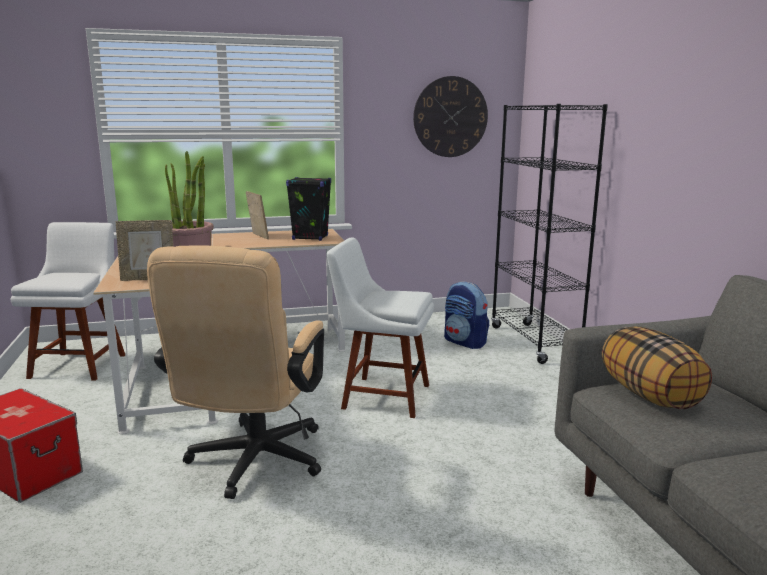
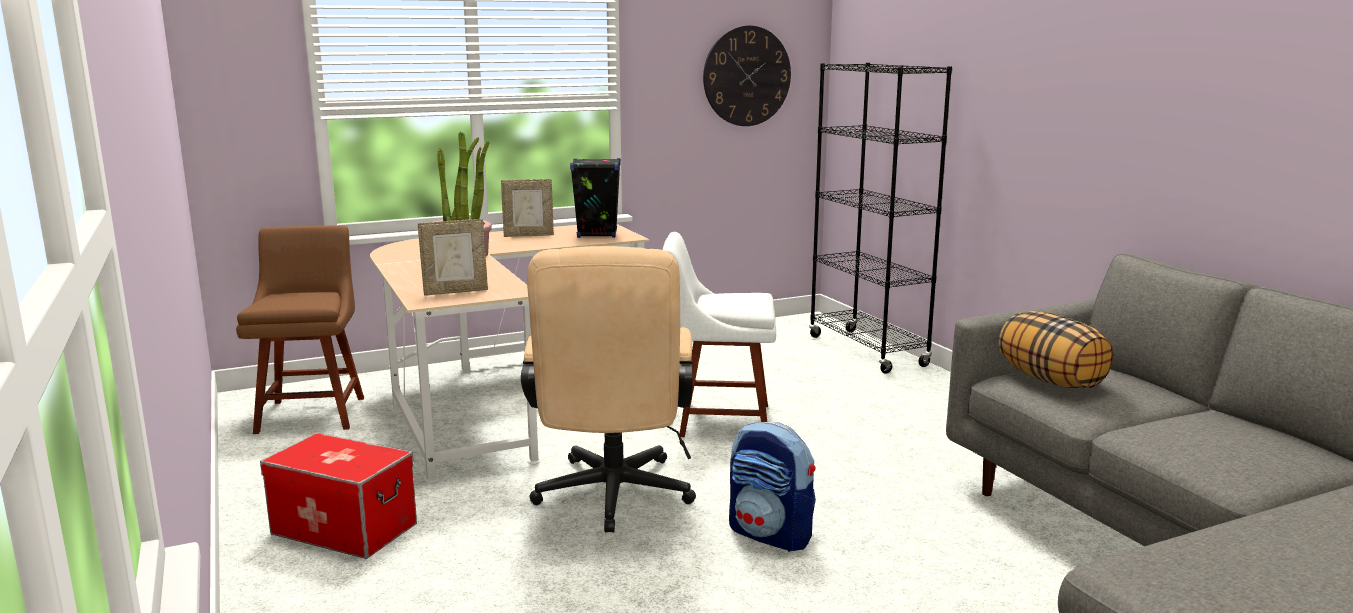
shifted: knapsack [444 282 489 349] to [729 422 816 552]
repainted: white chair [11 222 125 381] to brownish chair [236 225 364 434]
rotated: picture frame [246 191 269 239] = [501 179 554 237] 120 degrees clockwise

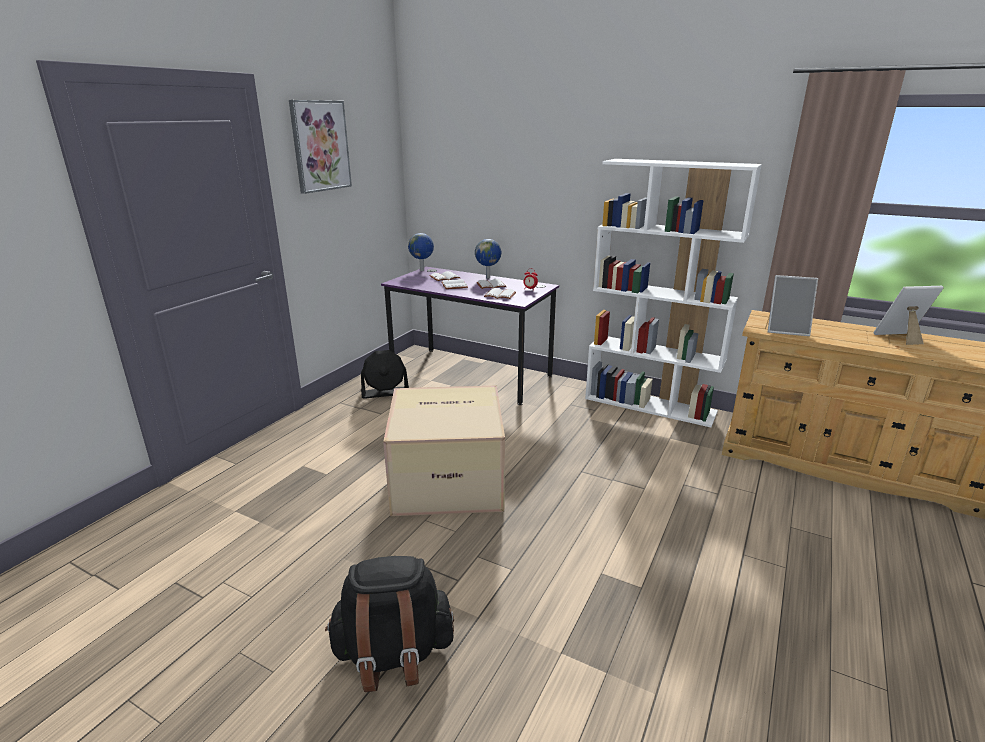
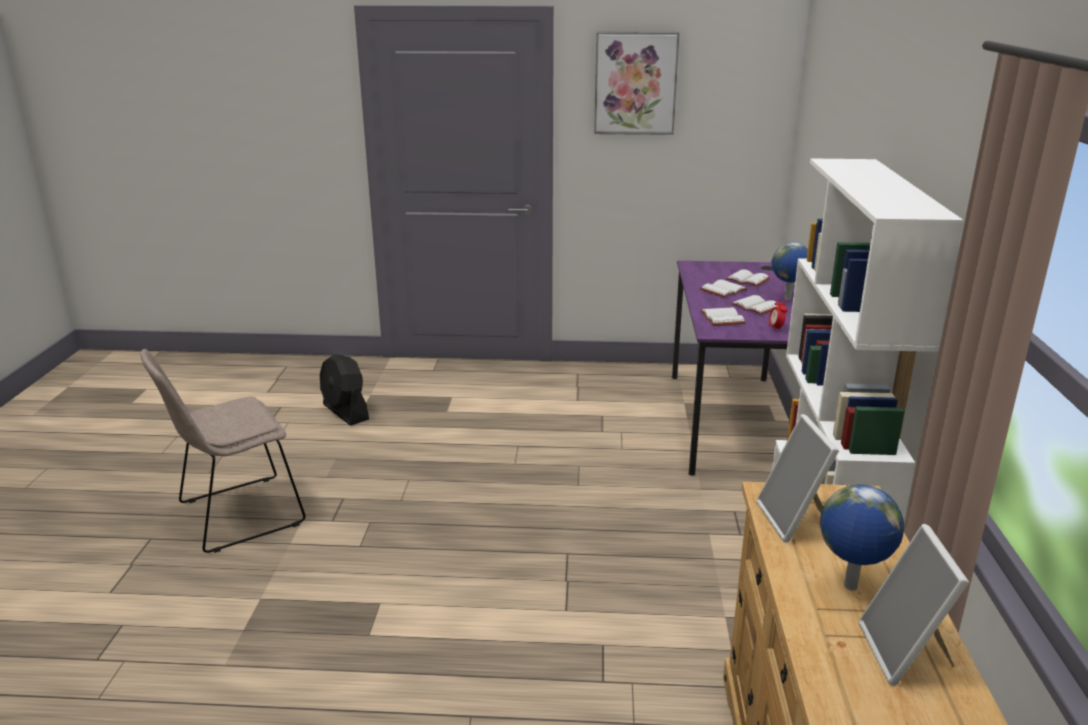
gone: packing box [383 385 505 516]
shifted: black-coloured cooling fan [361 350 409 399] to [320 354 369 426]; desk globe [408 233 434 271] to [820 484 904 591]
swapped: black-coloured knapsack [325 556 454 692] to beige-coloured chair [141 349 305 553]
rotated: picture frame [874 286 944 345] = [858 524 969 686] 150 degrees counterclockwise

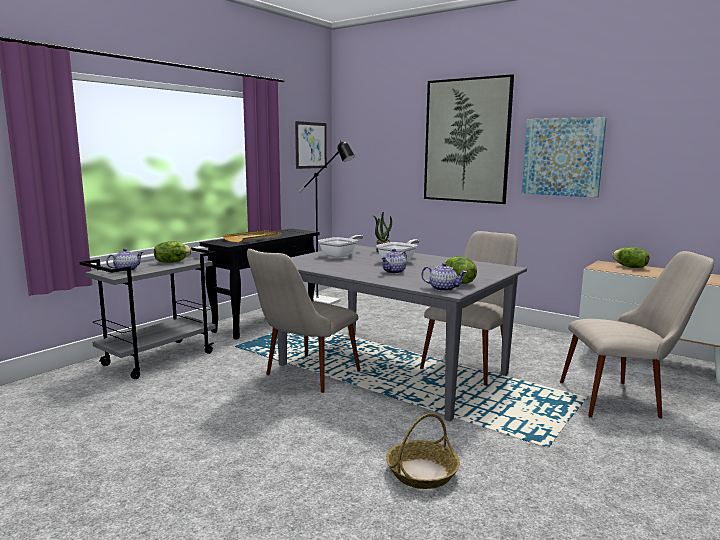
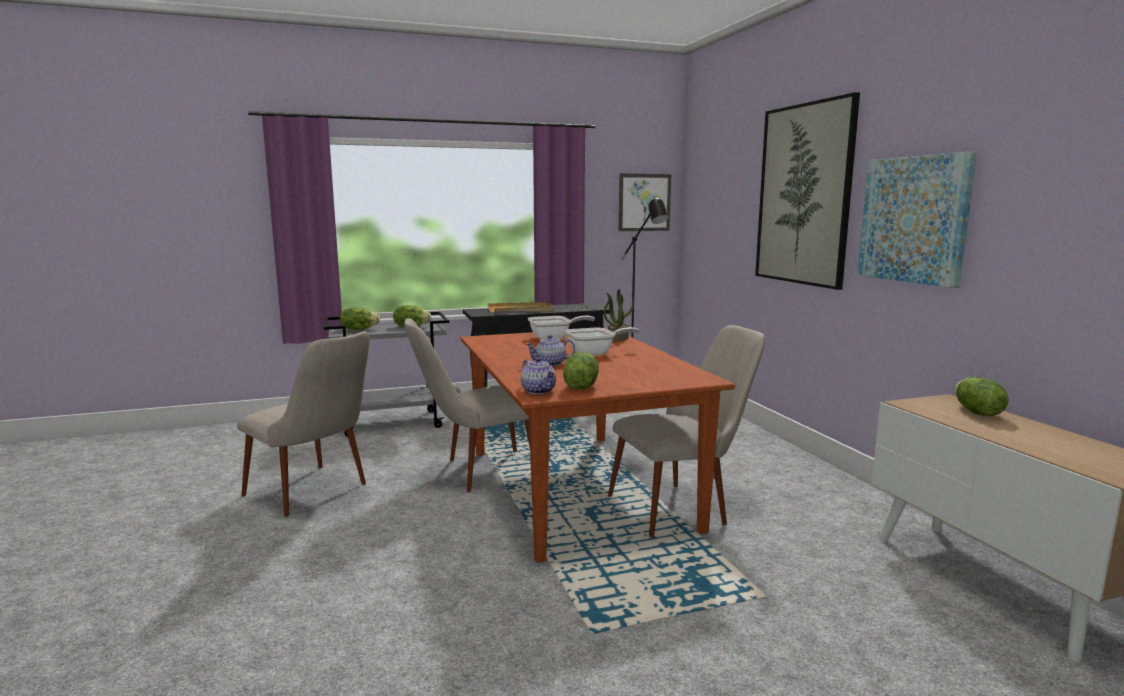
gone: household basket [386 413 460 489]
shifted: beige-coloured chair [560 251 714 418] to [237 331 370 517]
swapped: tea pot [106 248 143 272] to lettuce head [340 307 380 330]
repainted: grey kitchen table [277 245 527 421] to brownish kitchen table [461 328 735 563]

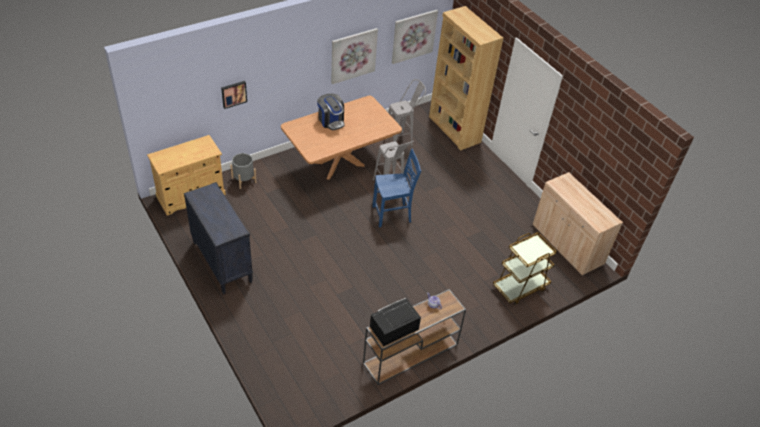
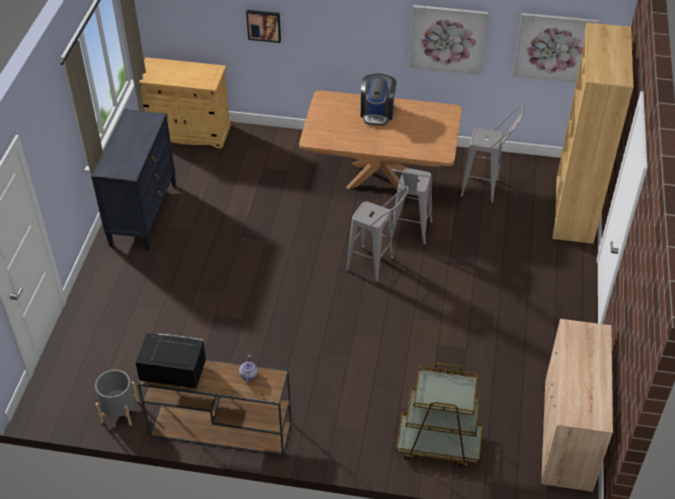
shifted: grey flower pot [230 153 256 189] to [95 370 139 426]
swapped: blue chair [372 149 421 227] to grey stool seat [346 186 409 283]

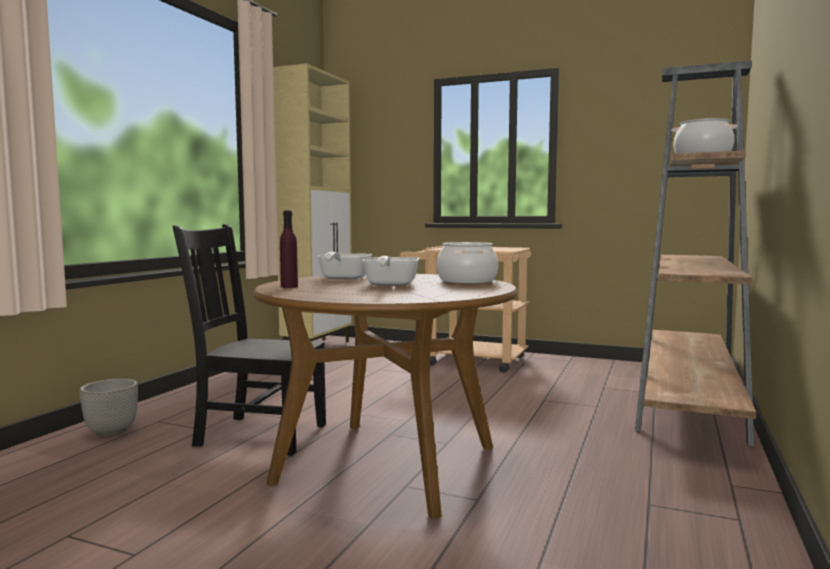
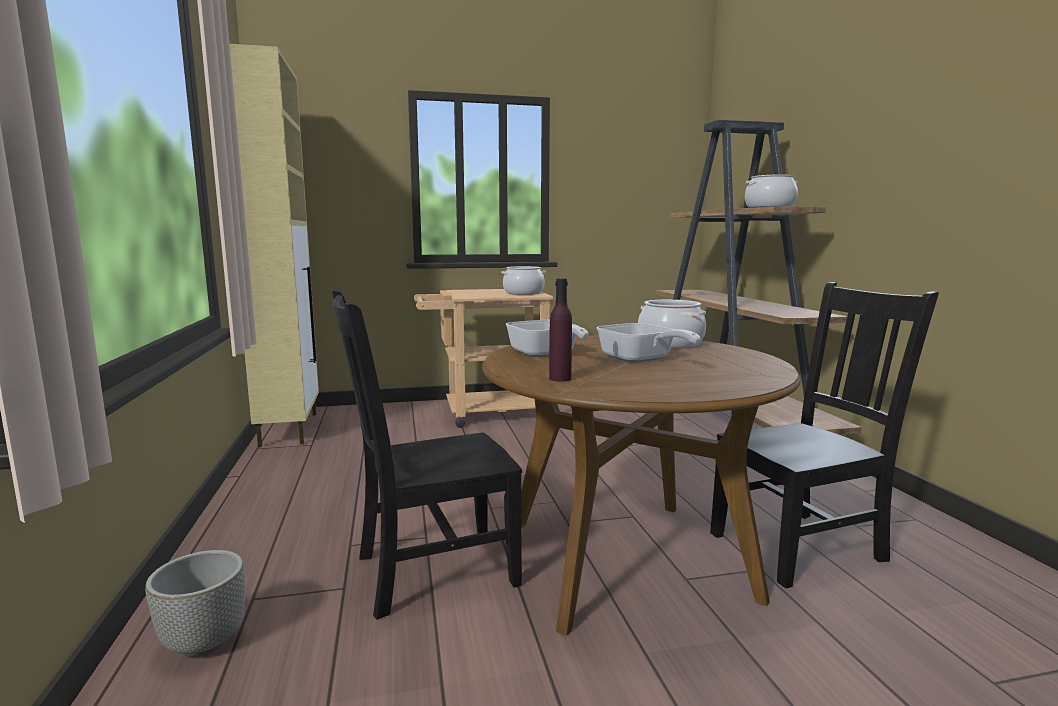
new: saucepot [501 266 546 295]; black-coloured chair [710 282 939 588]

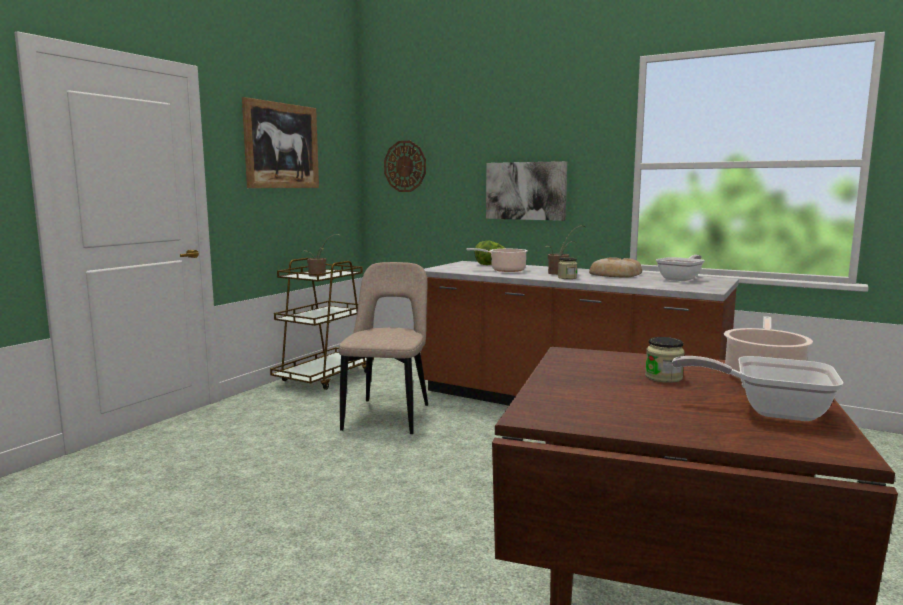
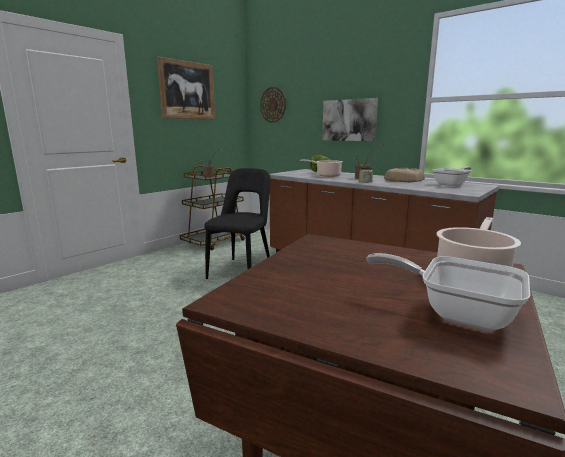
gone: jar [645 337 685 383]
repainted: beige-coloured chair [339 262 428 434] to black-coloured chair [204 168 271 279]

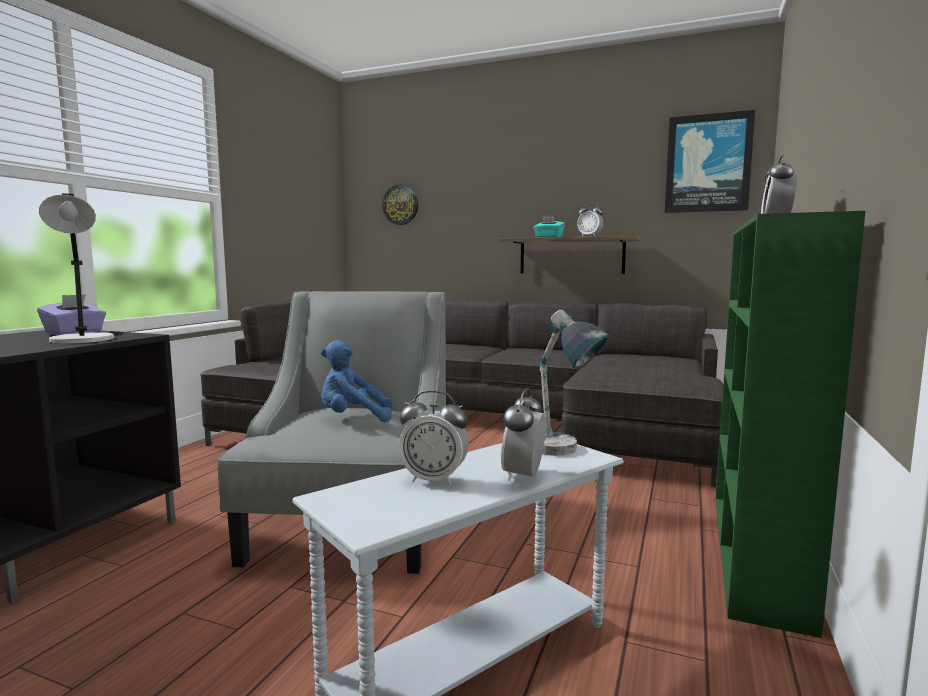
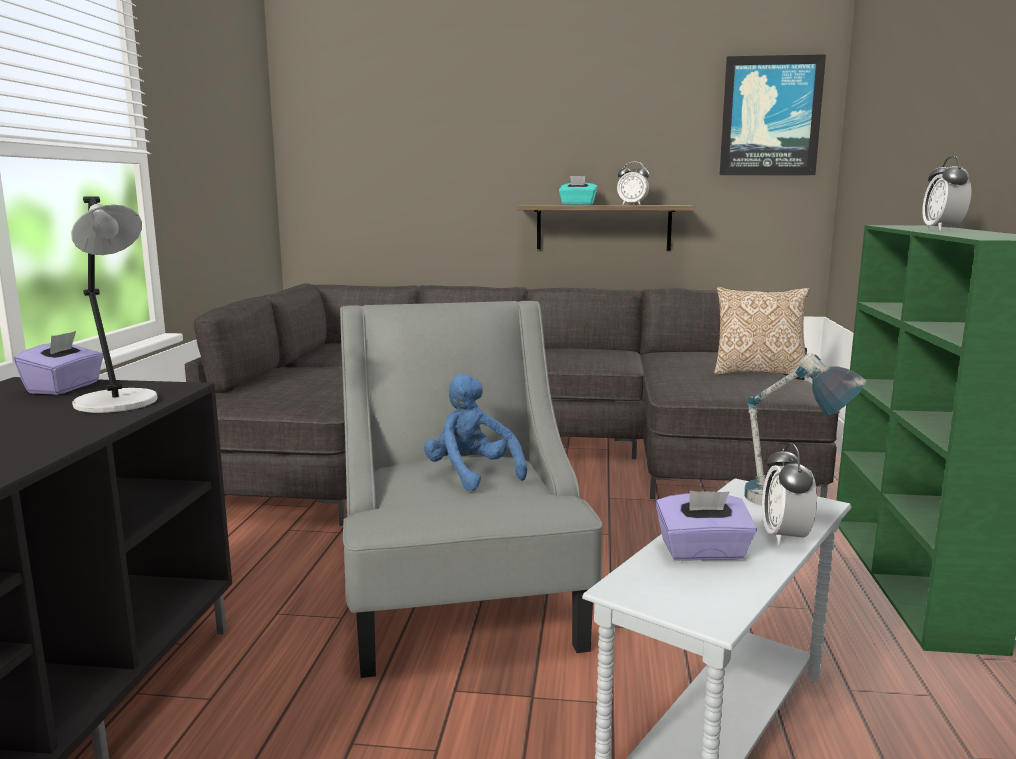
gone: hanging clock [382 185 418 225]
new: cushion [714 287 810 377]
swapped: alarm clock [399 390 469 486] to purplish box of tissues [656 491 757 561]
rotated: blue soft toy [321 340 392 422] = [424 374 527 491] 75 degrees clockwise

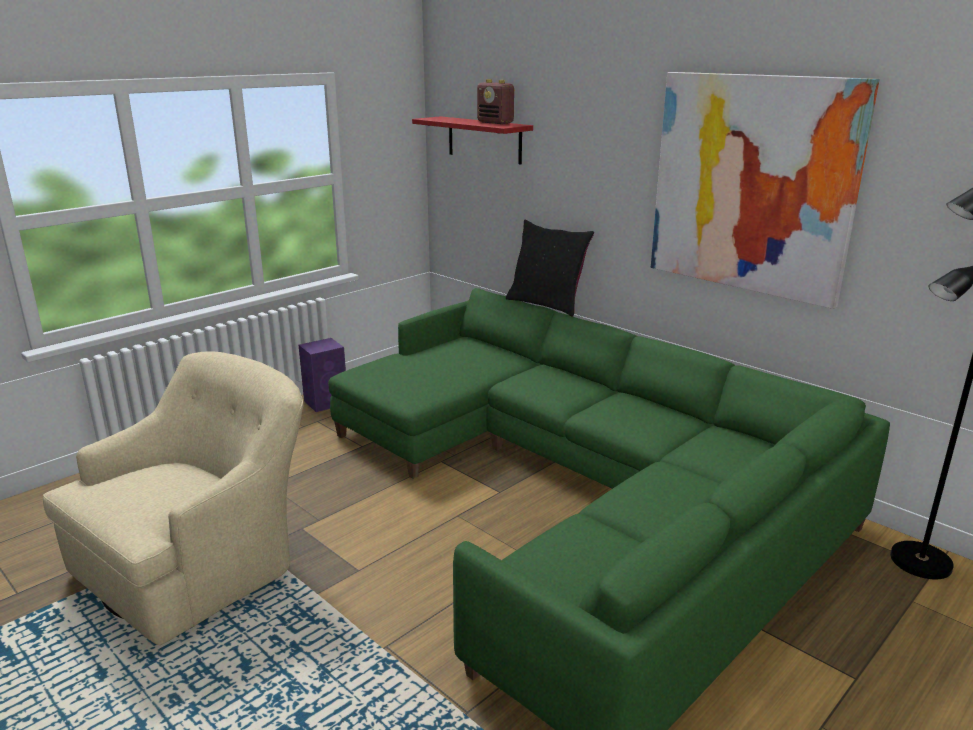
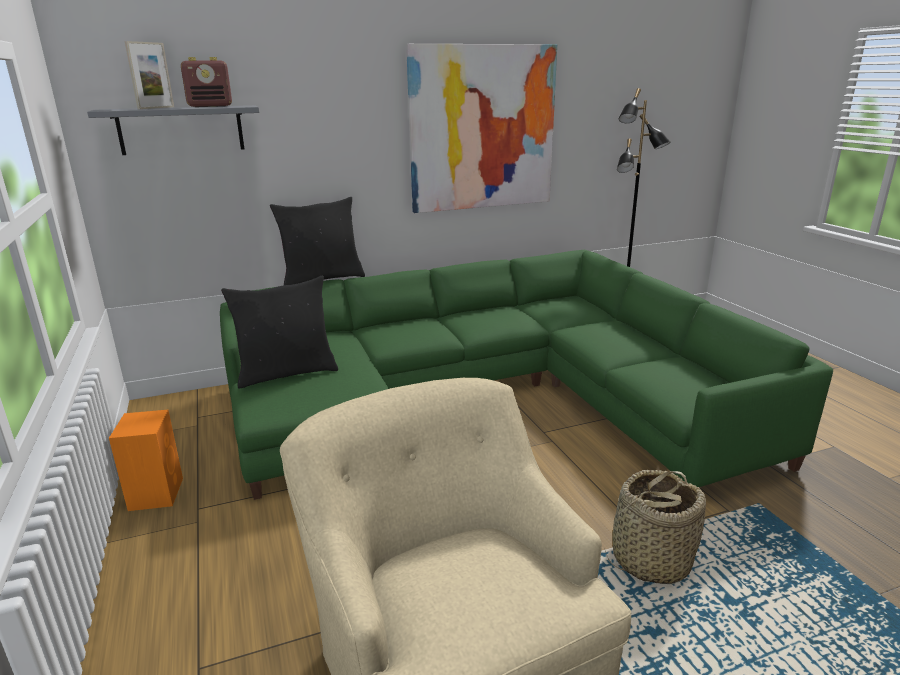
new: picture frame [125 41 174 109]; black-coloured cushion [221 276 338 389]; household basket [605 470 706 584]
repainted: purplish speaker [298 338 346 412] to orange speaker [109 410 183 511]; reddish wall shelf [412 116 533 165] to grey wall shelf [87 105 259 155]

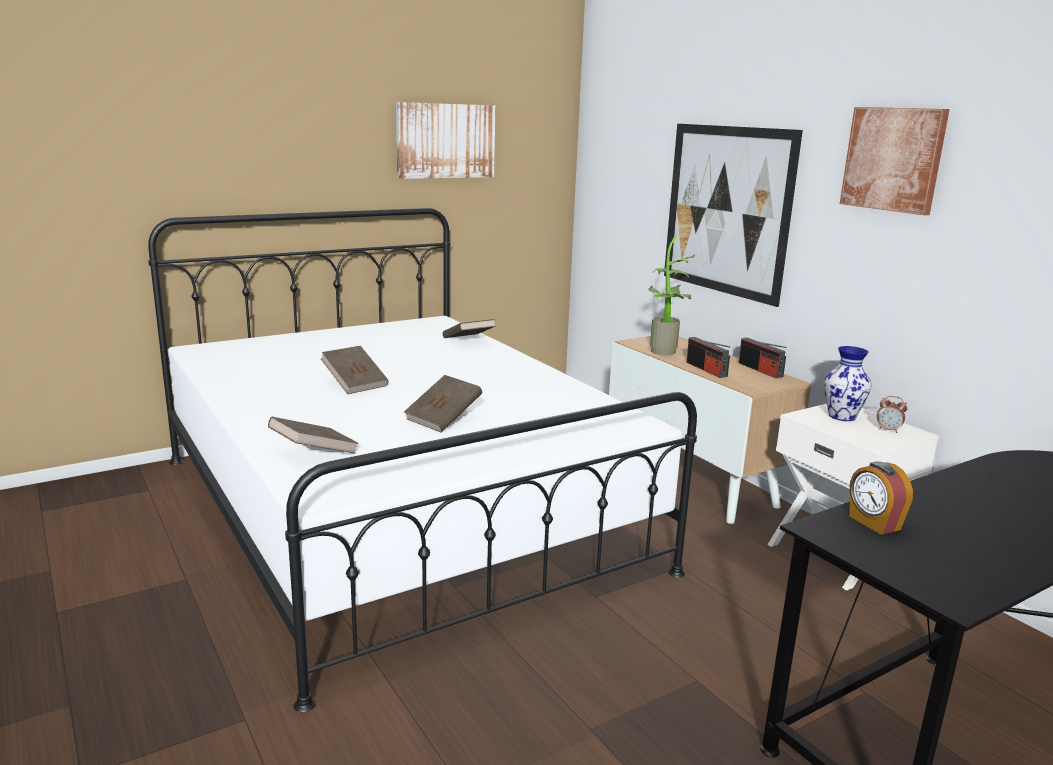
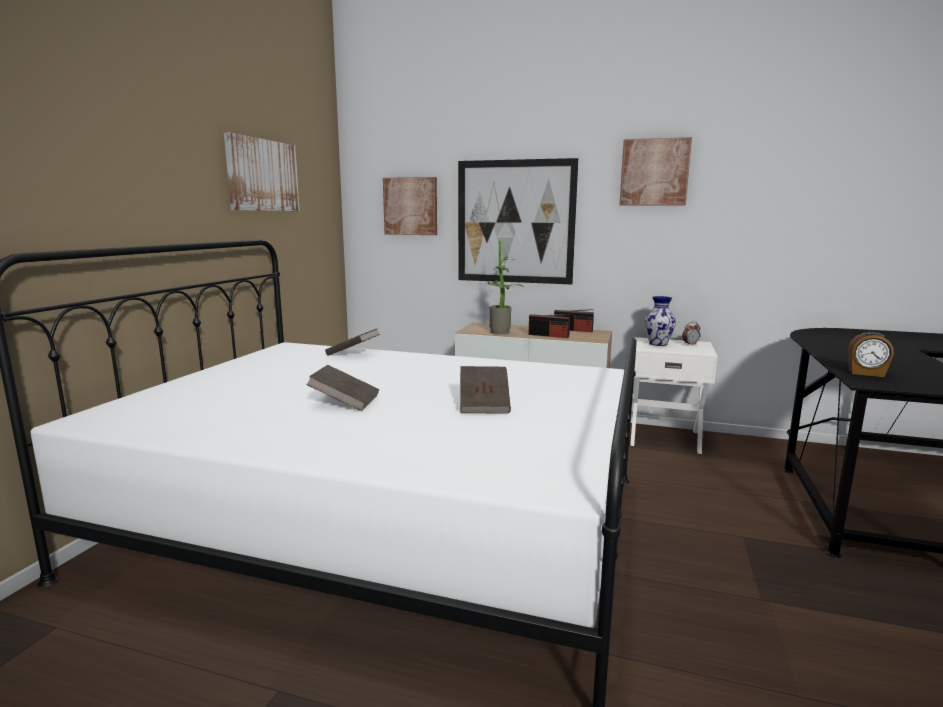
gone: brownish volume [268 416 359 453]
new: wall picture [383 177 437 235]

